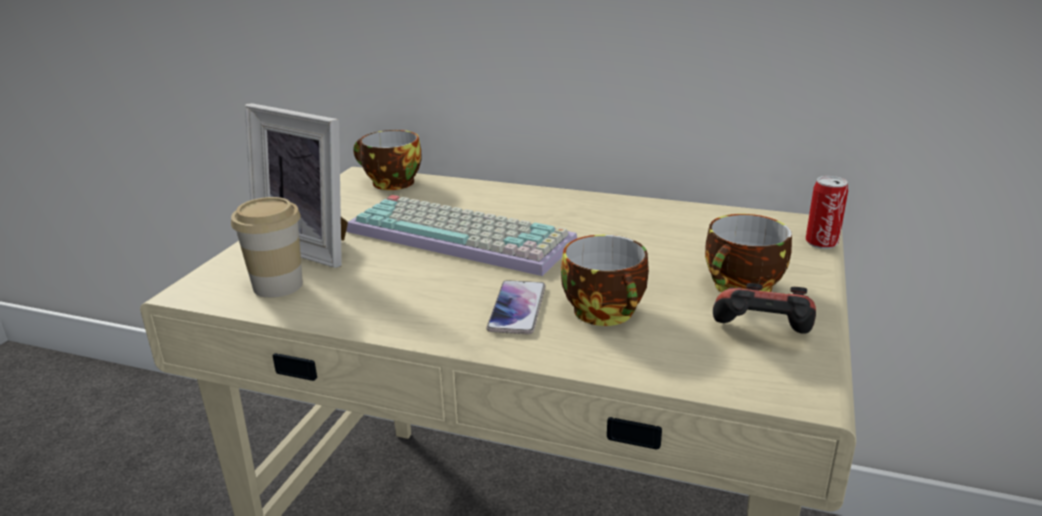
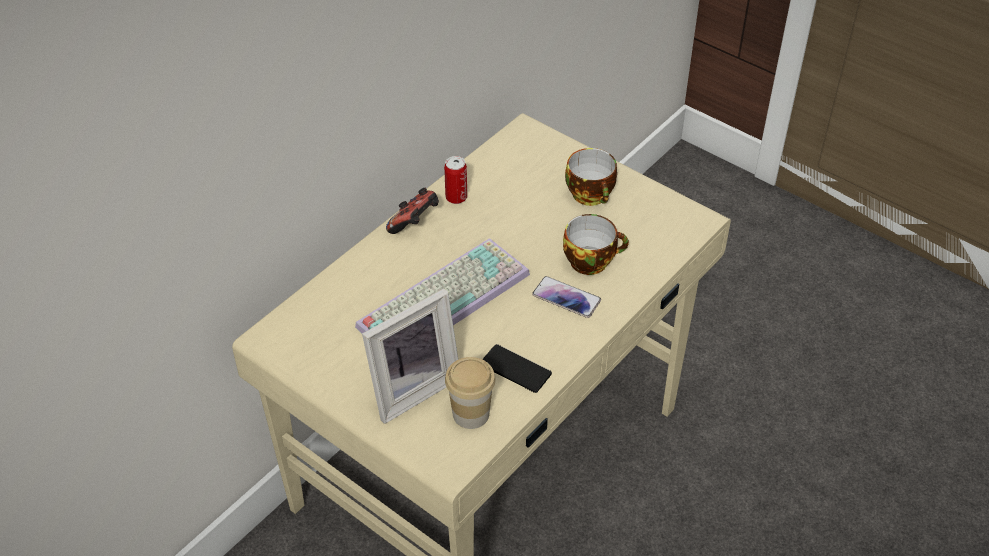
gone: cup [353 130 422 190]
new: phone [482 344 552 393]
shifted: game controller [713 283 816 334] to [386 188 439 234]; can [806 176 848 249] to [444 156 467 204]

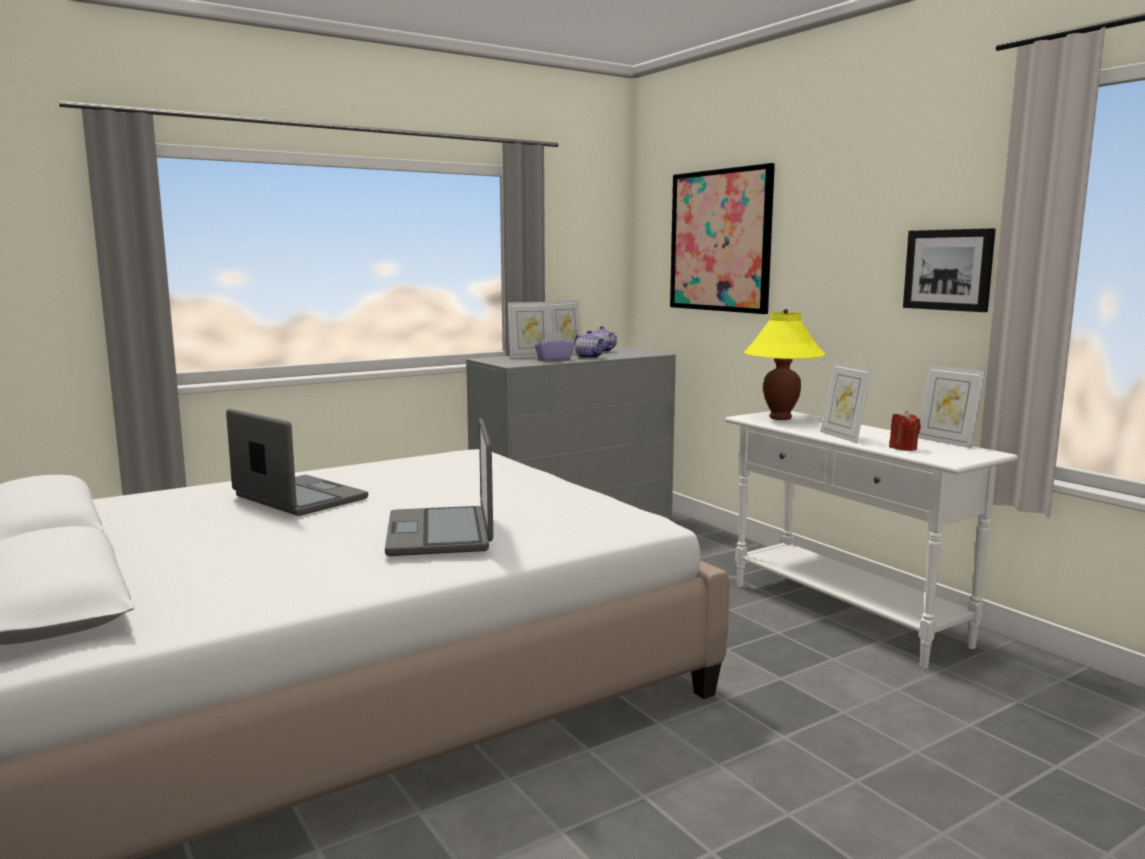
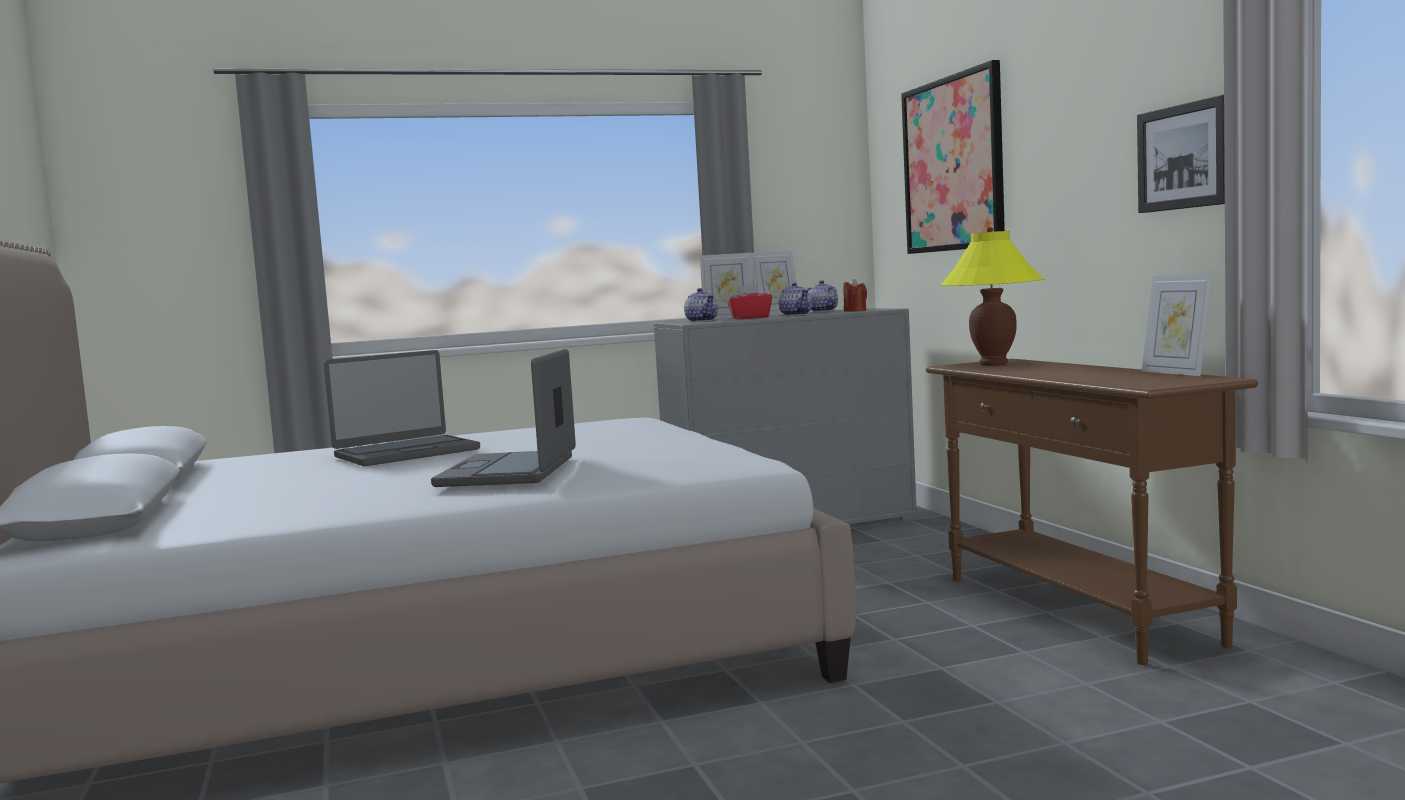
gone: picture frame [820 361 872 443]
new: tea pot [684 288 718 322]
shifted: reddish wax candle [889 411 921 451] to [843 279 867 312]
repainted: purplish box of tissues [535 332 574 361] to reddish box of tissues [728 285 772 319]; white narrow table [725 411 1018 669] to brownish narrow table [926 359 1258 665]
rotated: laptop [226 409 368 516] = [324 350 480 466] 90 degrees clockwise

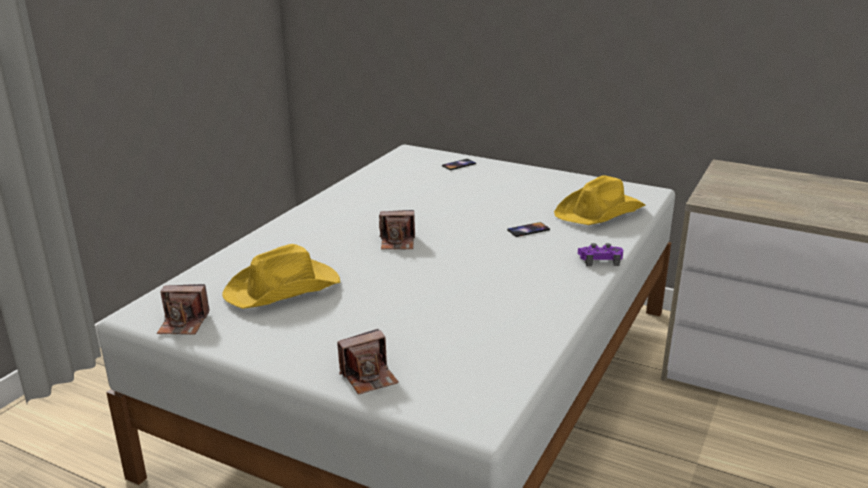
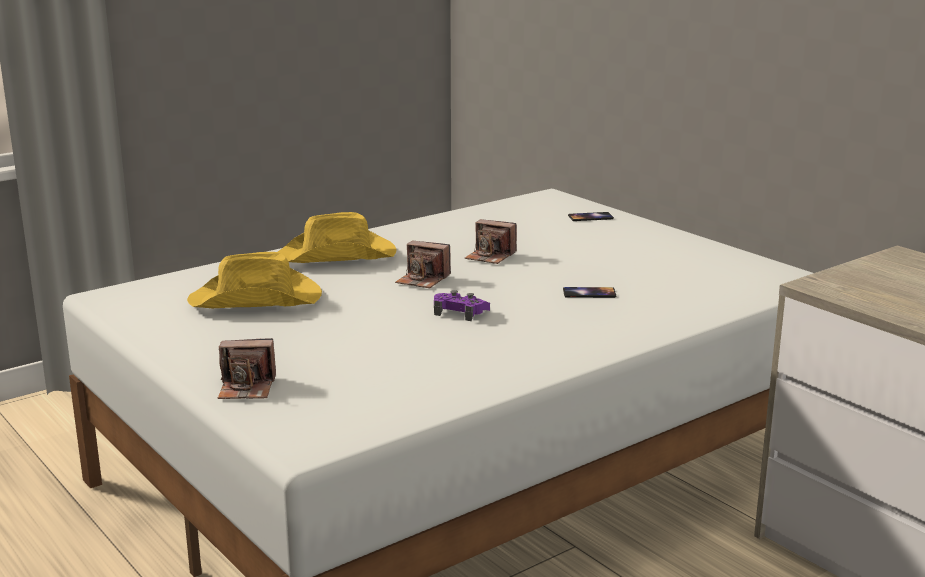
shifted: still camera [157 284 210 334] to [465 219 517 264]; yellow clothing hat [554 175 646 225] to [278 212 397 263]; purplish game controller [578 243 623 266] to [434 290 490 321]

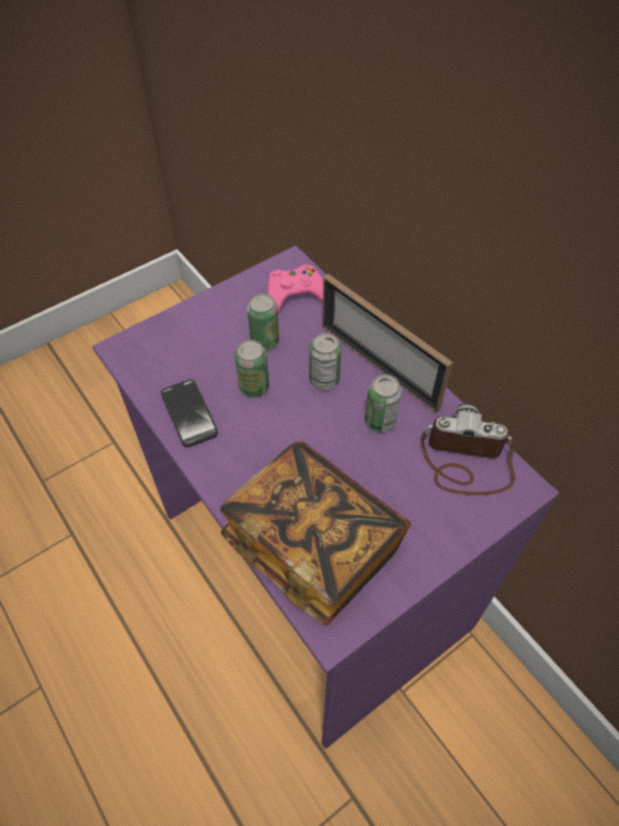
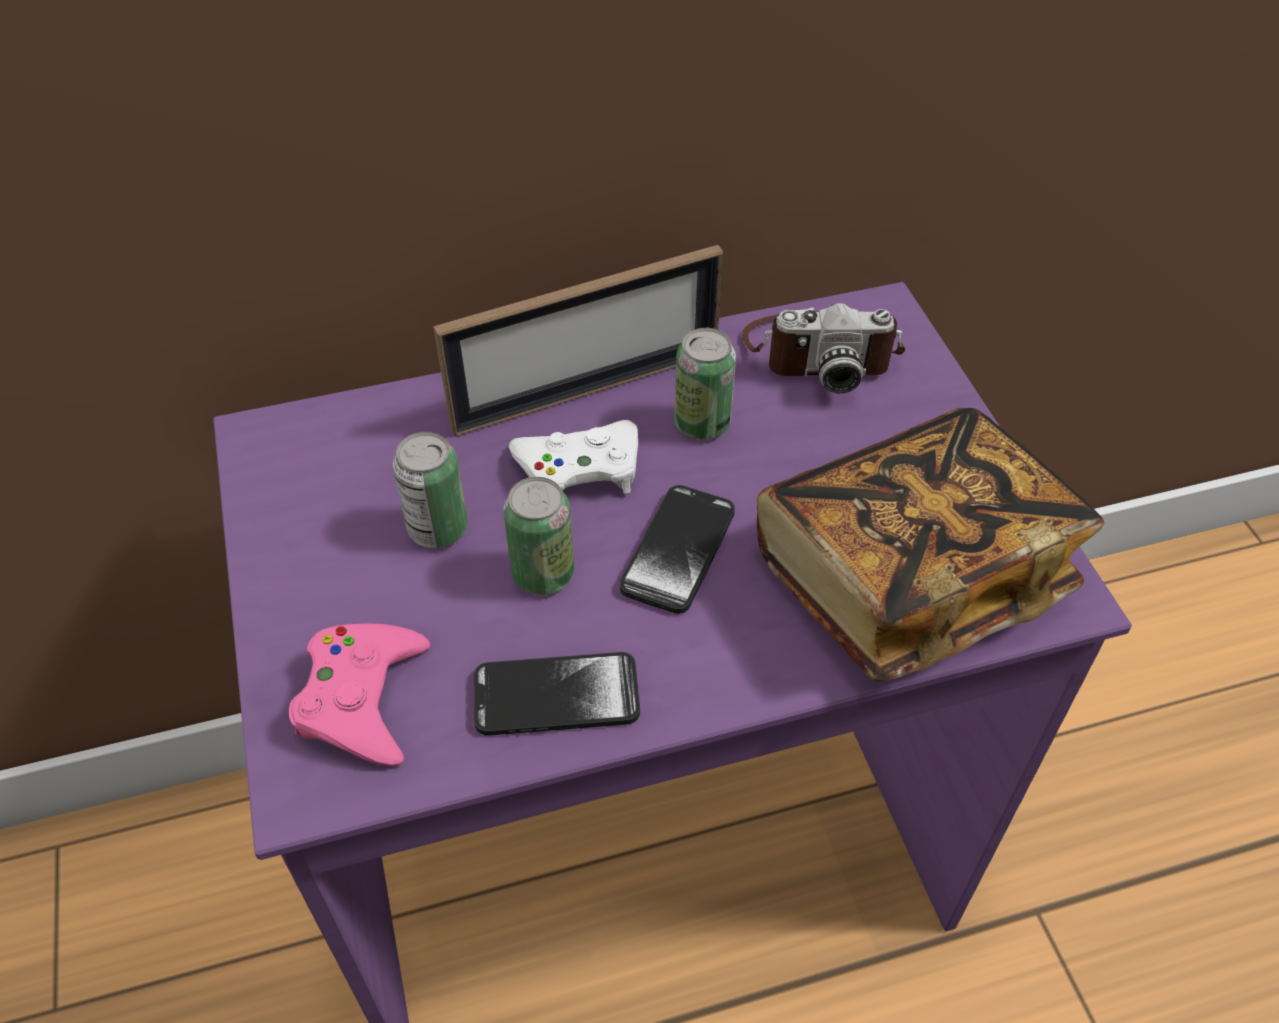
new: phone [620 485 735 614]
shifted: pink-coloured game controller [268 265 323 312] to [289 623 430 766]
swapped: can [309 333 342 390] to white game controller [509 420 638 494]
rotated: still camera [421 404 515 495] = [742 303 905 393] 120 degrees counterclockwise

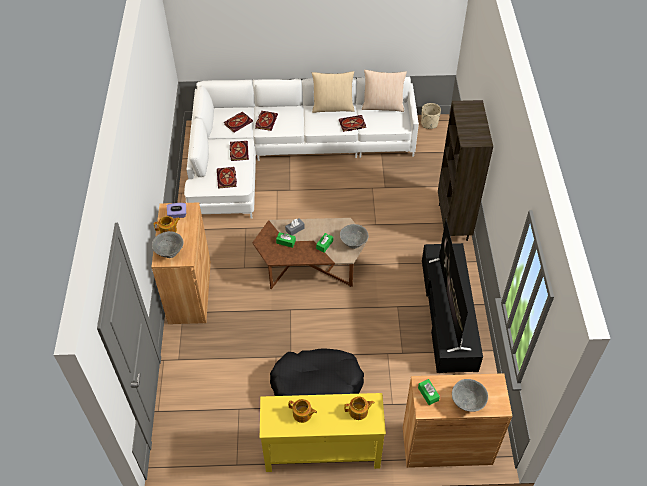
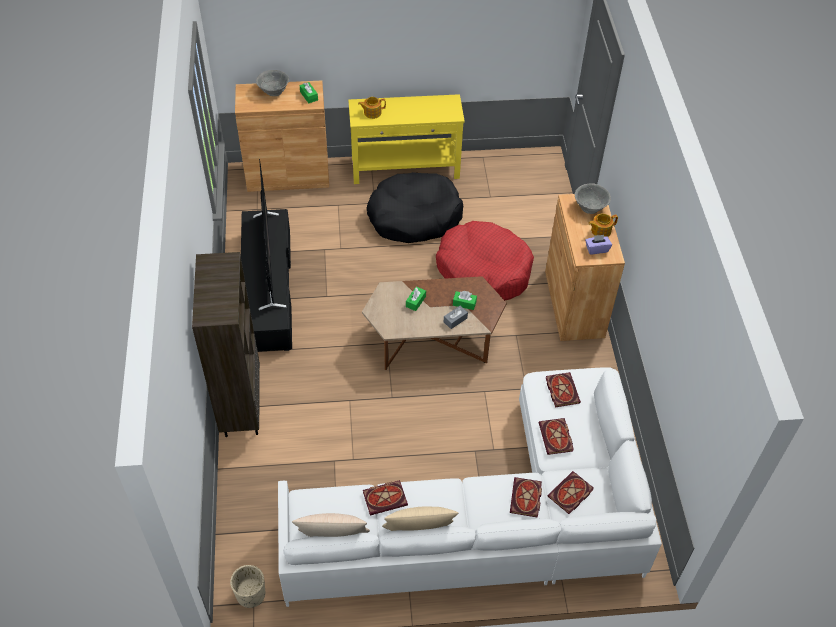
gone: tea pot [288 399 317 423]; grey bowl [340 224 369 249]
new: reddish dog bed [436 221 534 300]

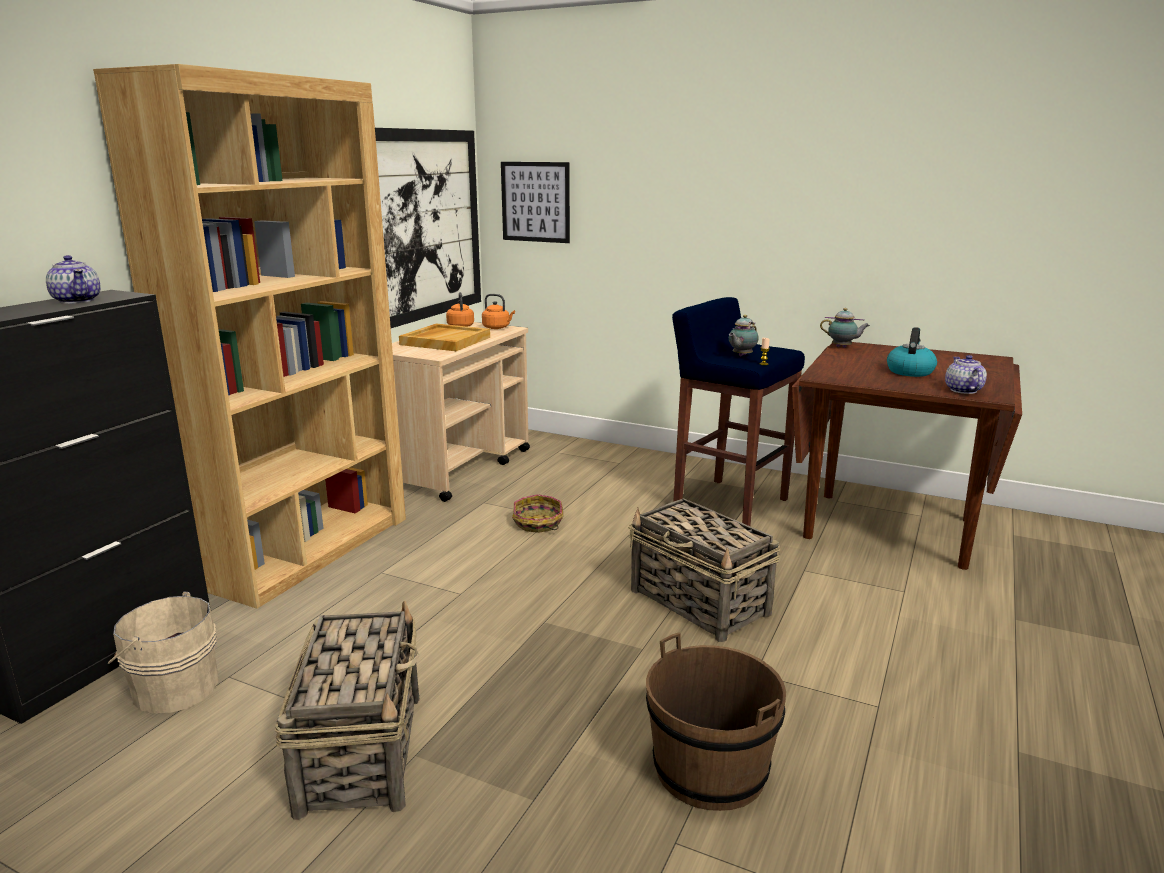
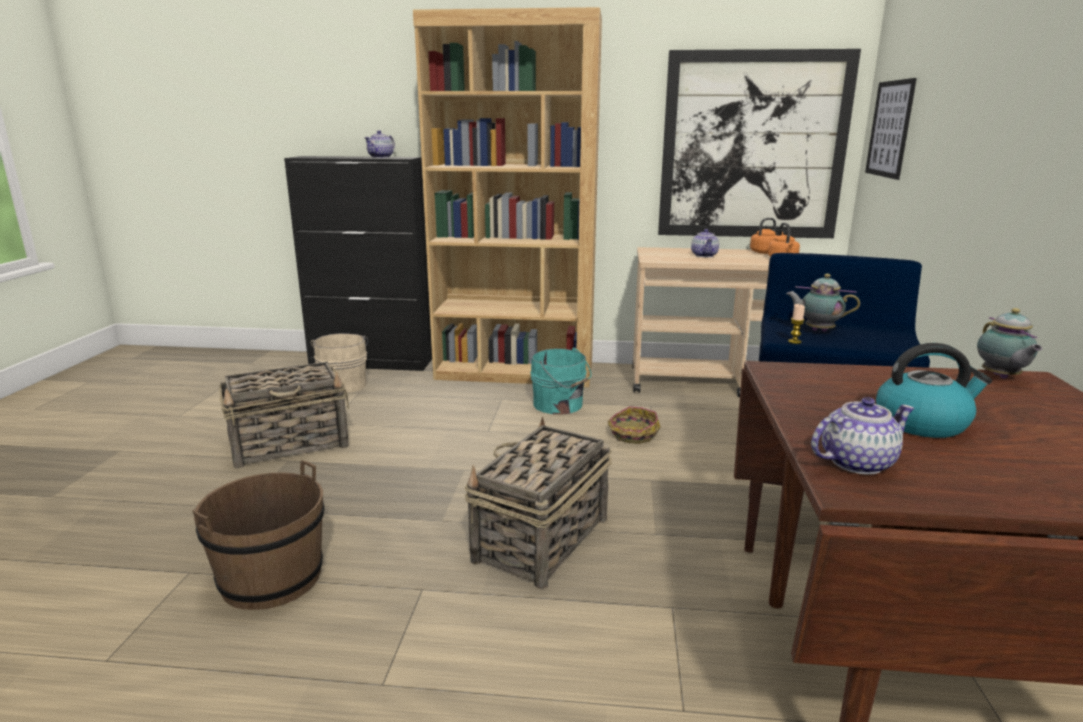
new: blue-green pail [530 347 591 415]
swapped: beige-coloured serving tray [399 324 490 351] to tea pot [691 229 719 257]

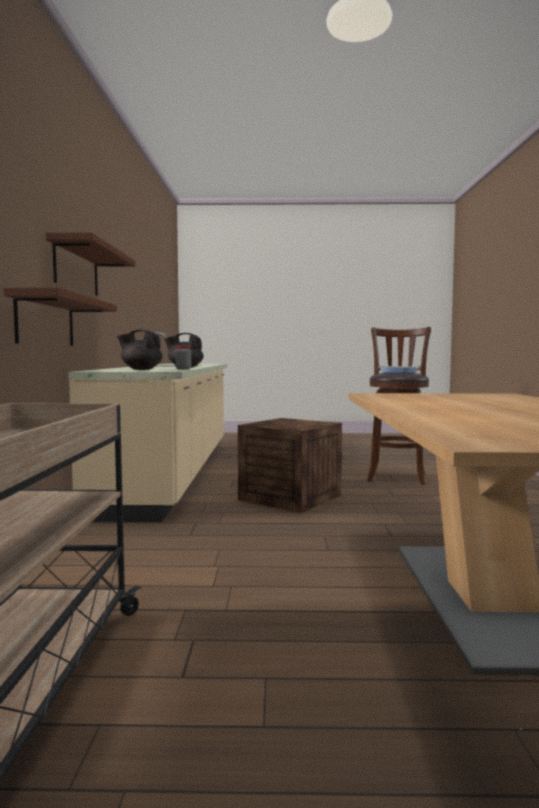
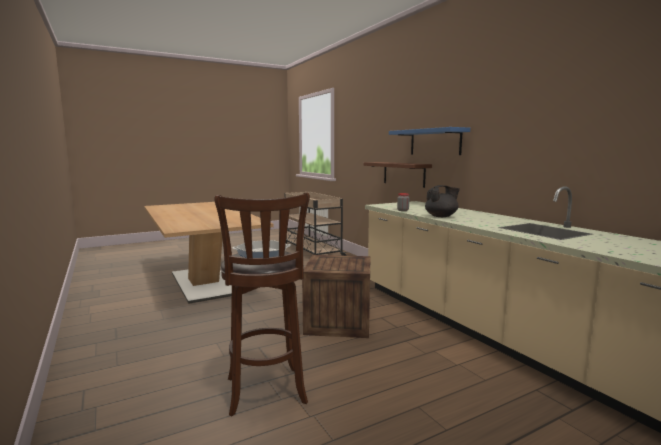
gone: black-coloured tea pot [117 330 162 370]
repainted: brownish wall shelf [45 232 136 296] to blue wall shelf [389 127 470 155]

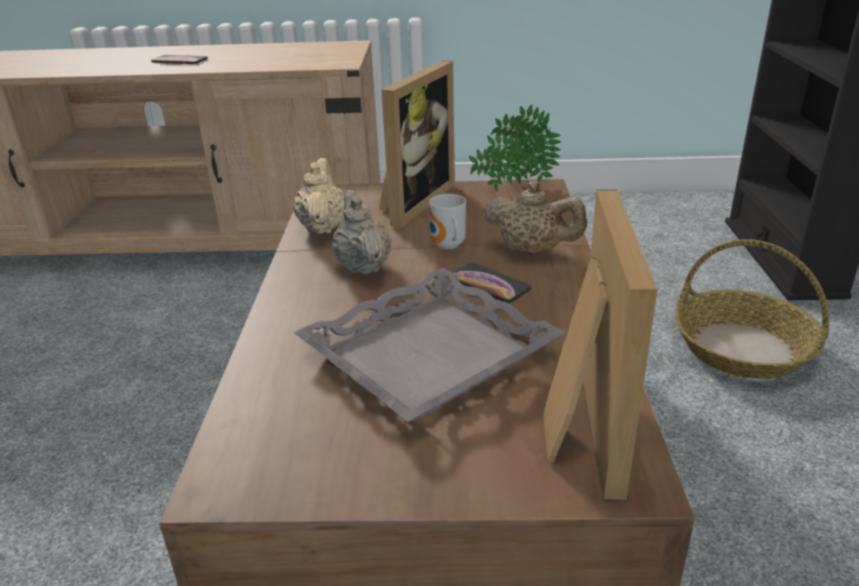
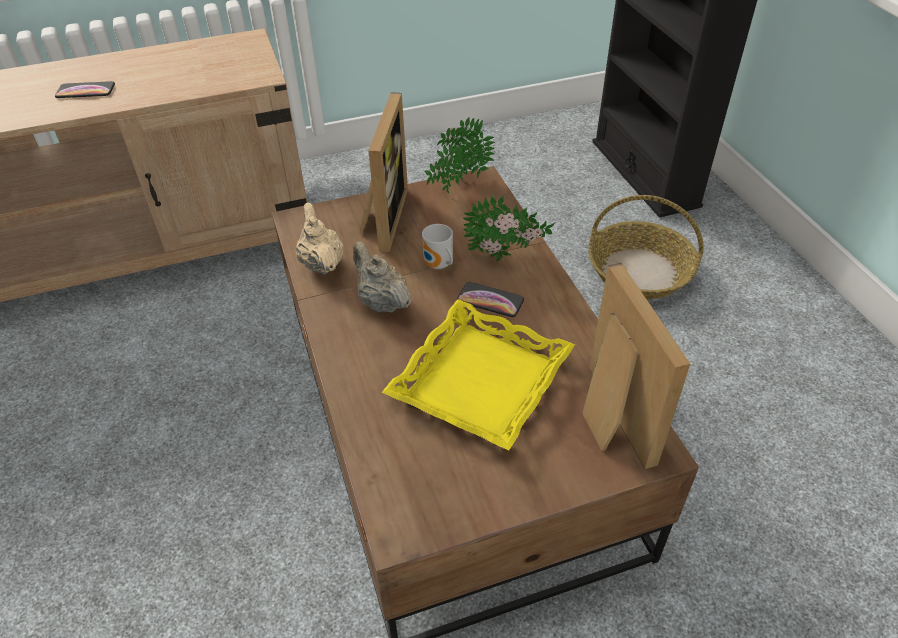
swapped: beige-coloured tea pot [483 181 587 255] to plant in a pot [463 195 555 261]
repainted: grey serving tray [294 268 565 422] to yellow serving tray [382 299 575 451]

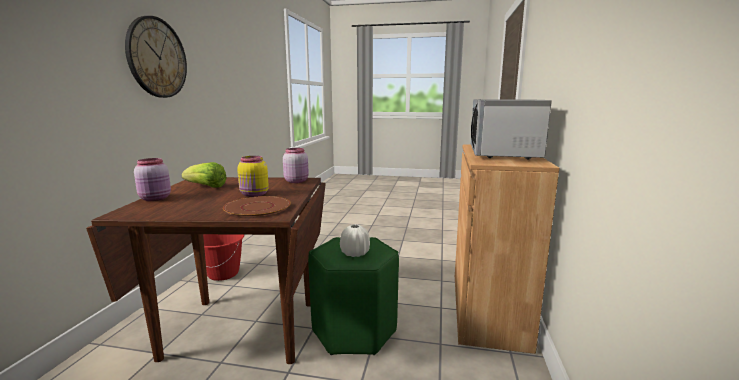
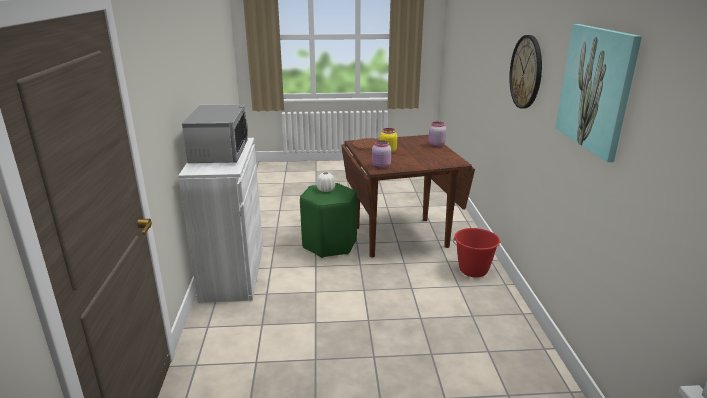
gone: lettuce head [182 162 227 188]
new: wall picture [555 24 642 162]
repainted: brownish storage cabinet [455 144 559 354] to white storage cabinet [178 138 263 303]

